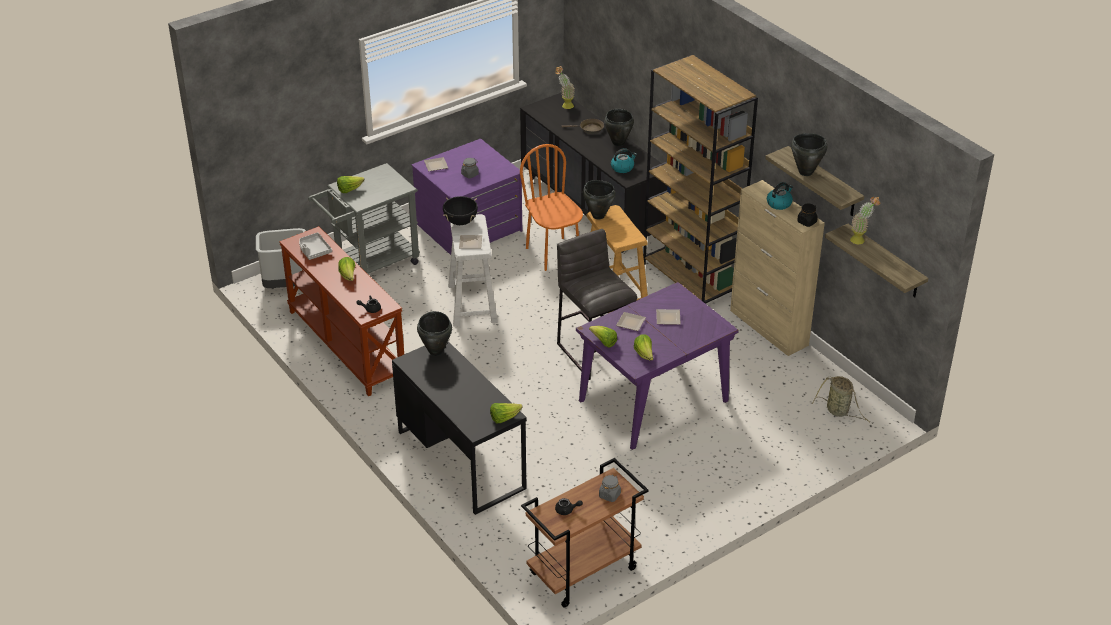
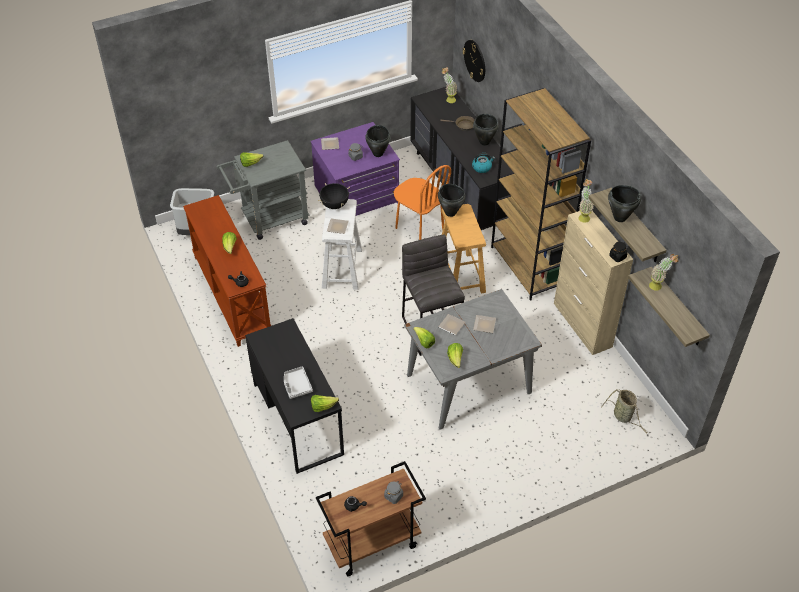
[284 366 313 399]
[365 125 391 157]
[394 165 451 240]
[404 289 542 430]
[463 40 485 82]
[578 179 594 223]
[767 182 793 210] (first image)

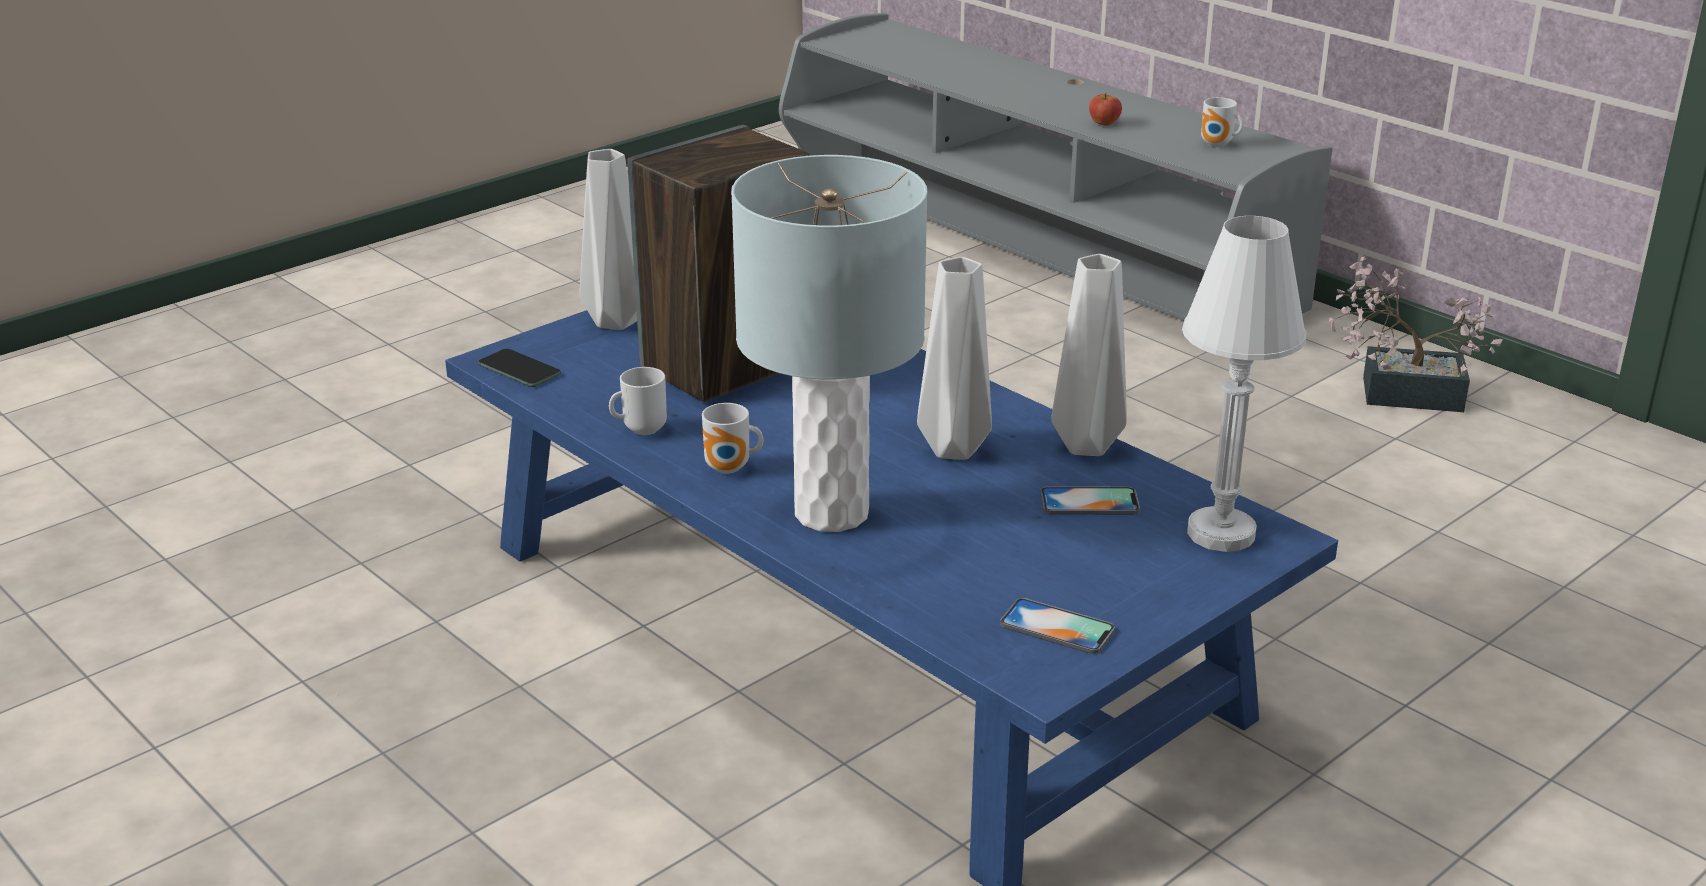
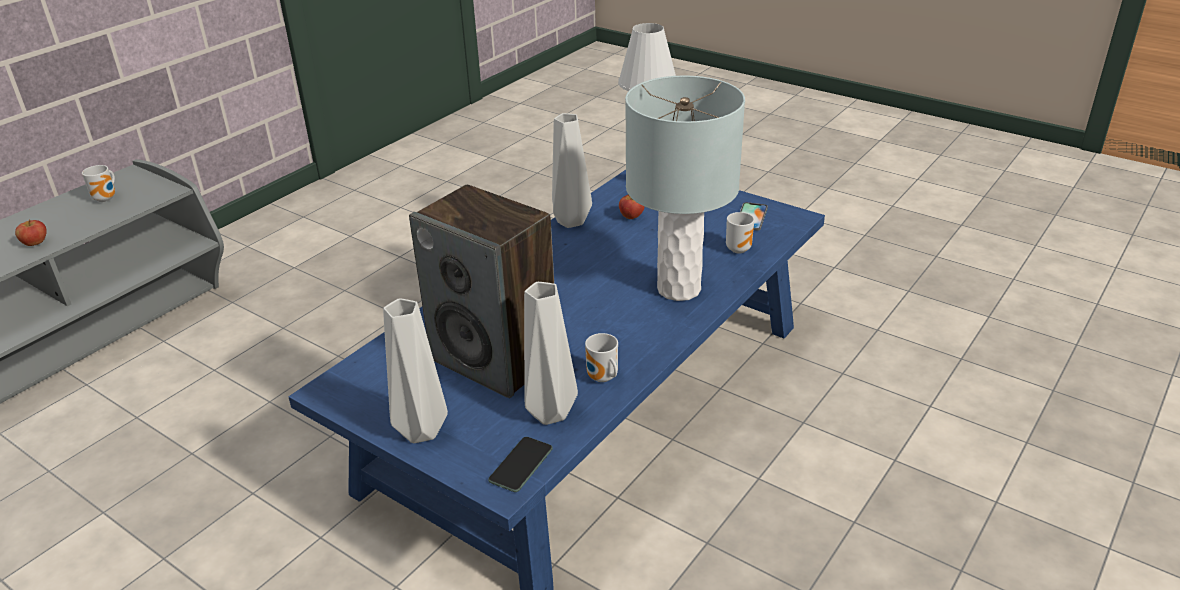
[524 282 578 425]
[619 195 645 219]
[726 212 754 254]
[1329 256 1503 412] (first image)

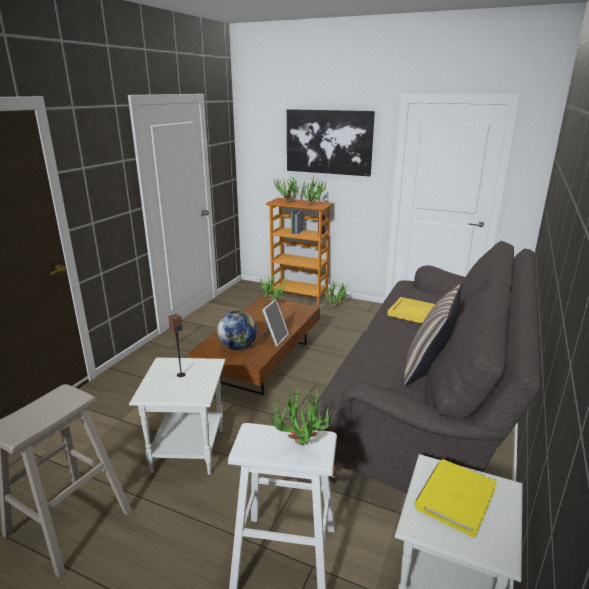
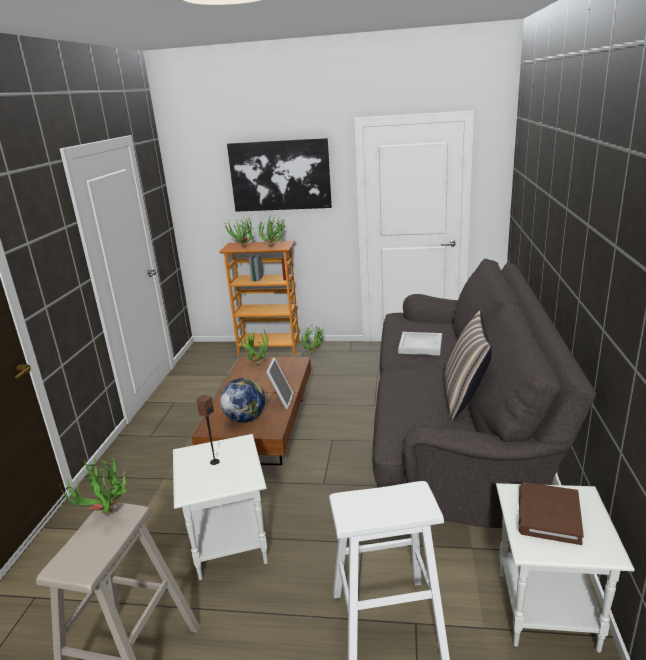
[61 455 129 515]
[398 332 442 355]
[518 482 584 545]

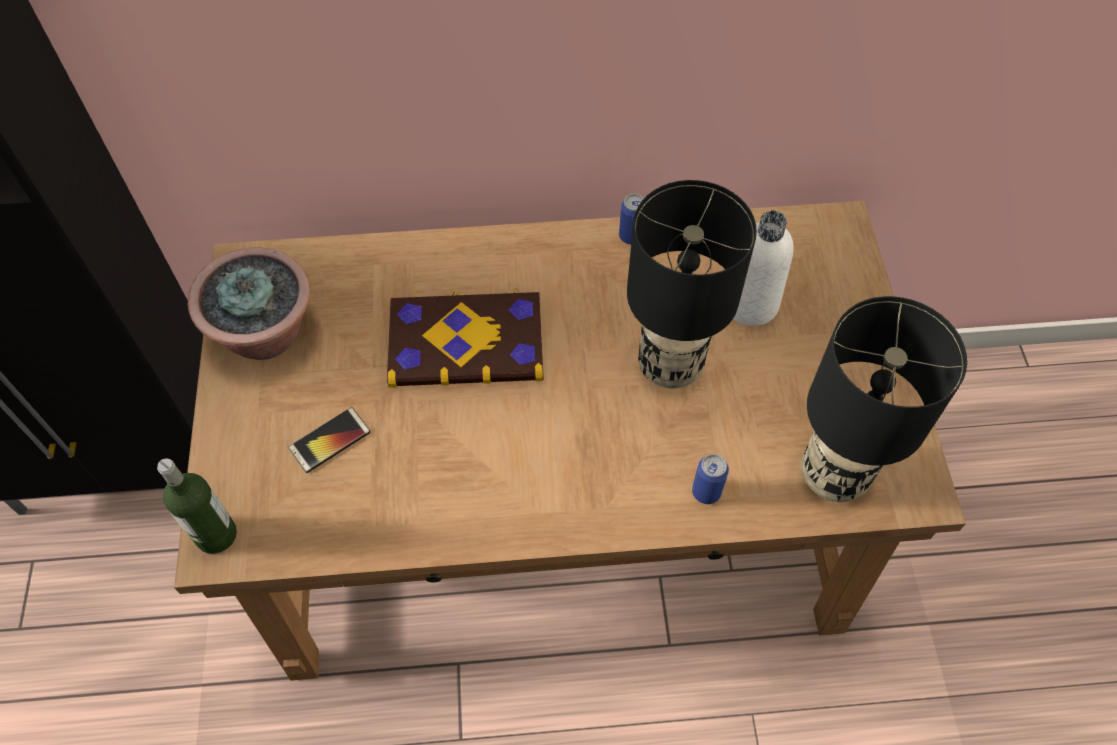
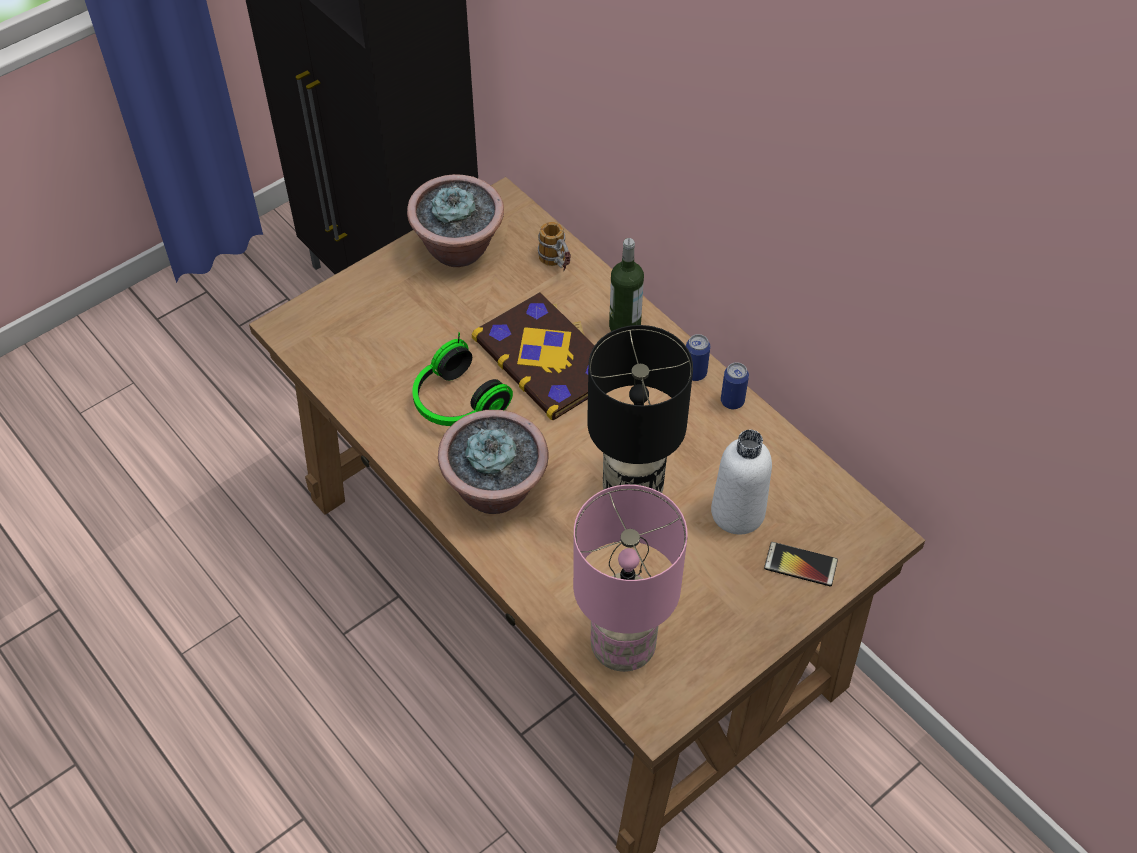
[412 332 513 426]
[438 410 549 514]
[538 222 571 271]
[573 485 688 672]
[609 238 644 331]
[686 334 710 381]
[764 542 838 586]

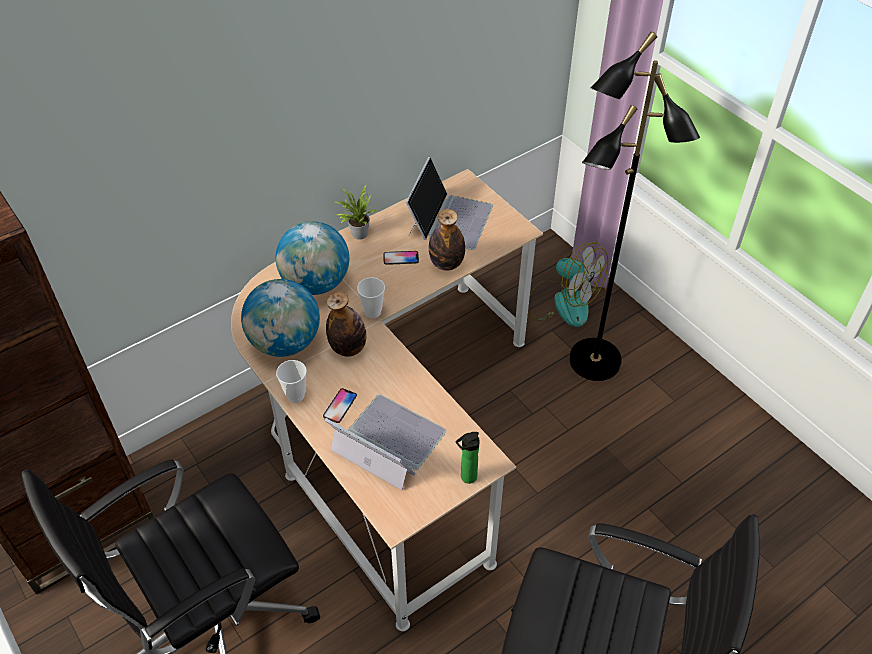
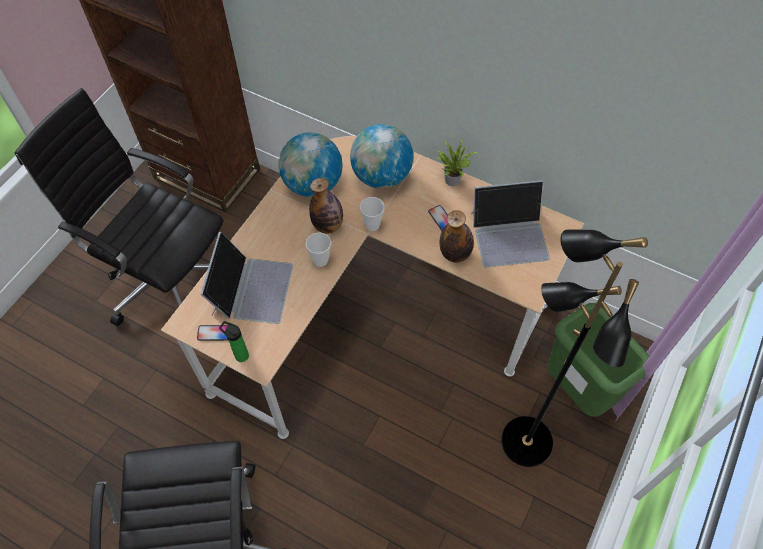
[197 325 229 341]
[306 233 331 267]
[547 303 650 417]

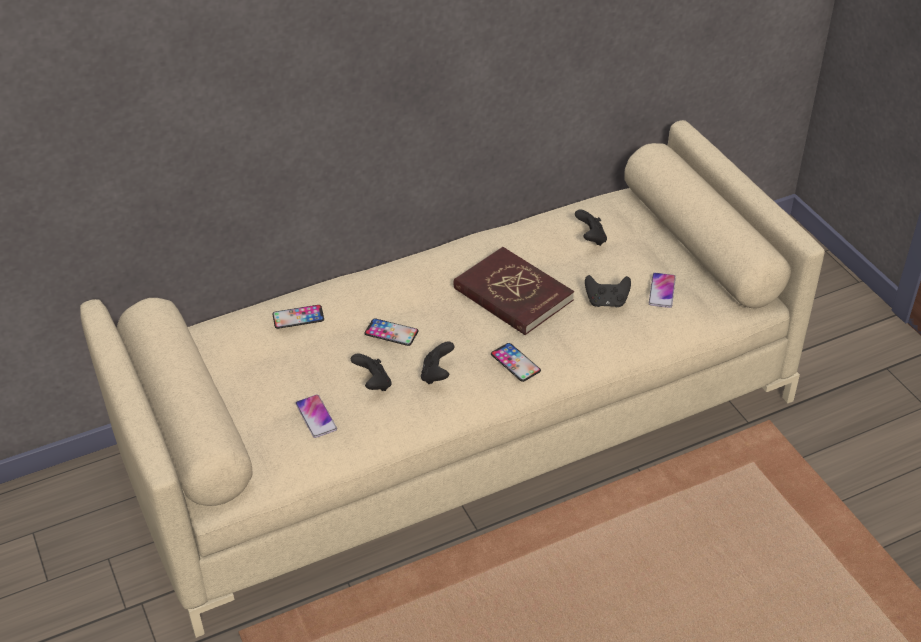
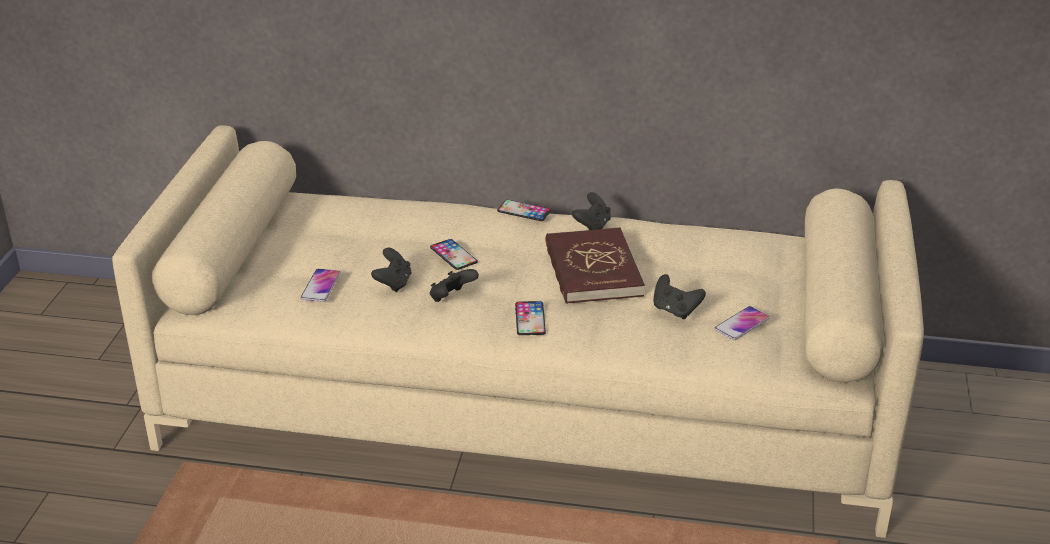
[497 200 551 221]
[572 192 611 230]

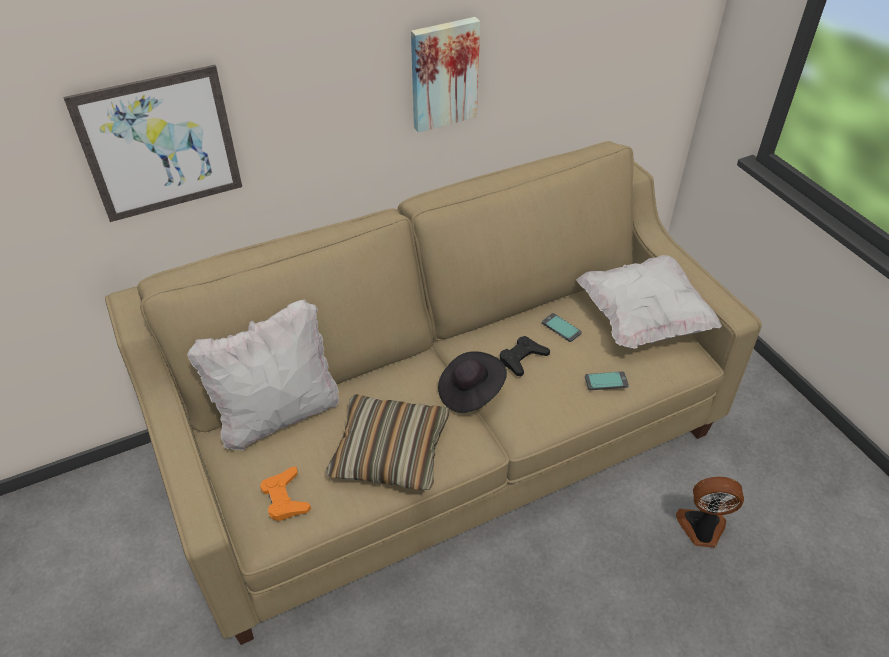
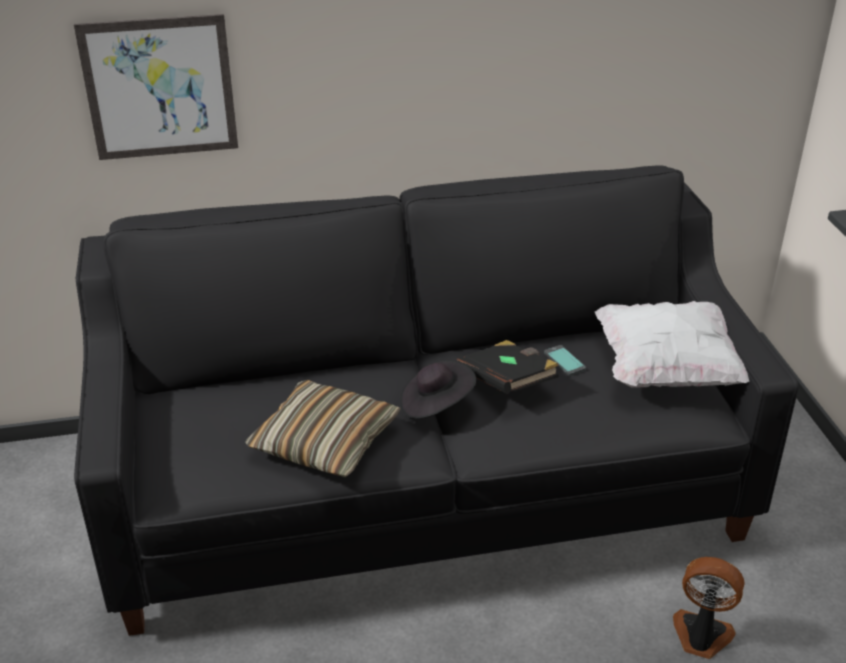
[74 165 798 636]
[456 340 559 394]
[187 300 339 450] (first image)
[260 467 311 521] (first image)
[411 17 480 133] (first image)
[585 371 629 390] (first image)

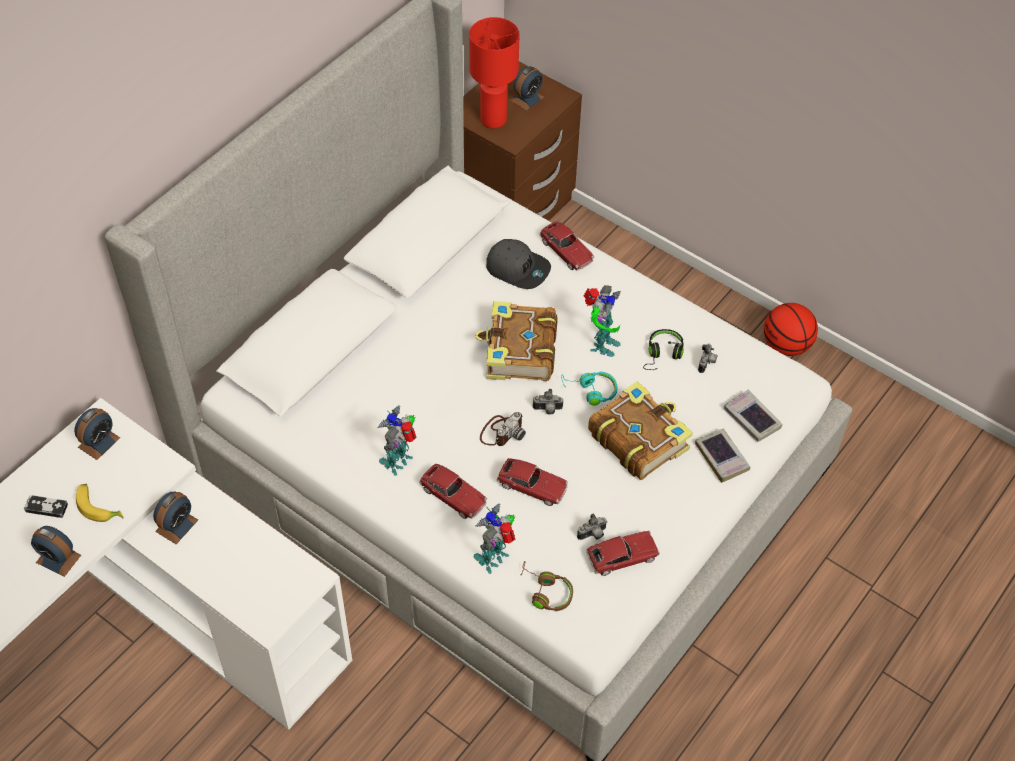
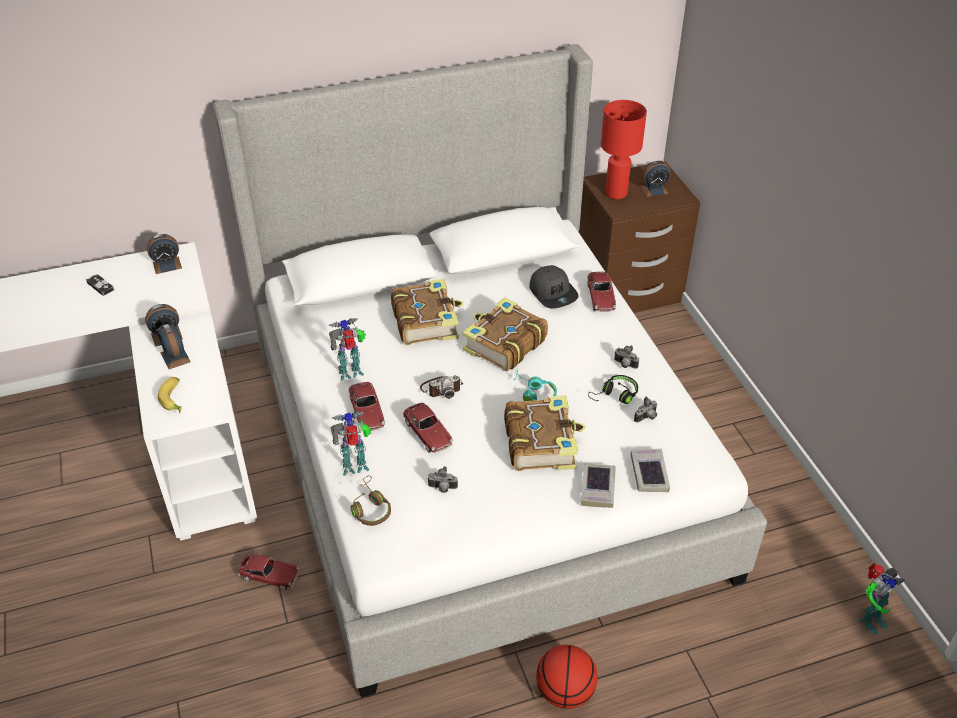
[158 324 191 369]
[158 377 182 413]
[238 554 299 590]
[391 279 463 345]
[536 645 598 709]
[614 345 639 369]
[857 563 905 634]

